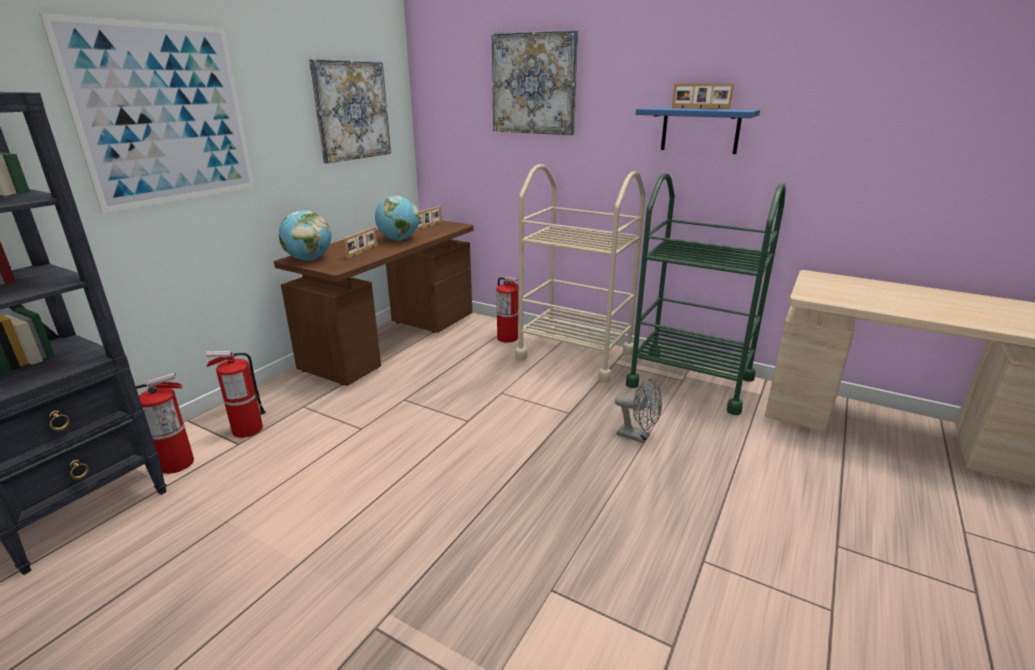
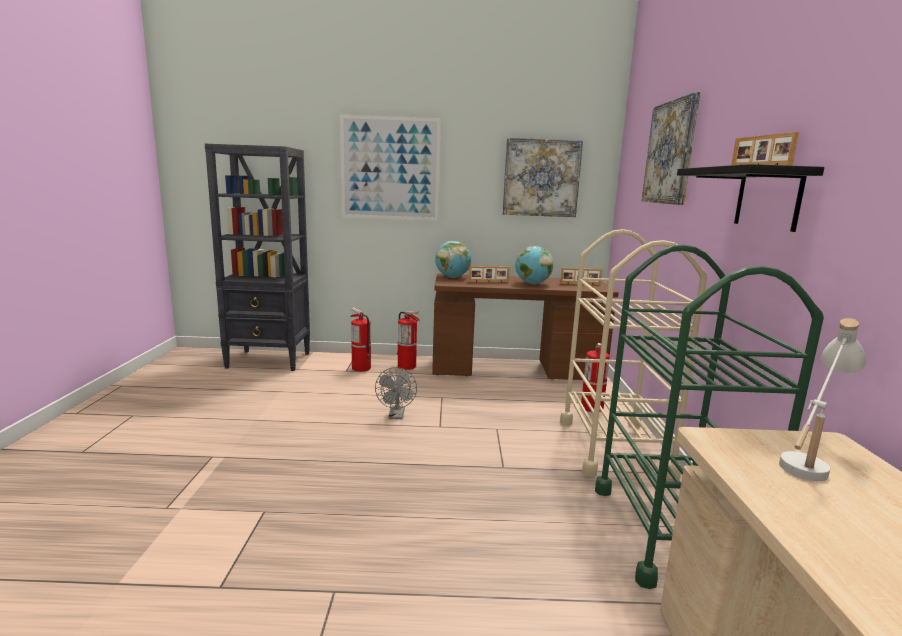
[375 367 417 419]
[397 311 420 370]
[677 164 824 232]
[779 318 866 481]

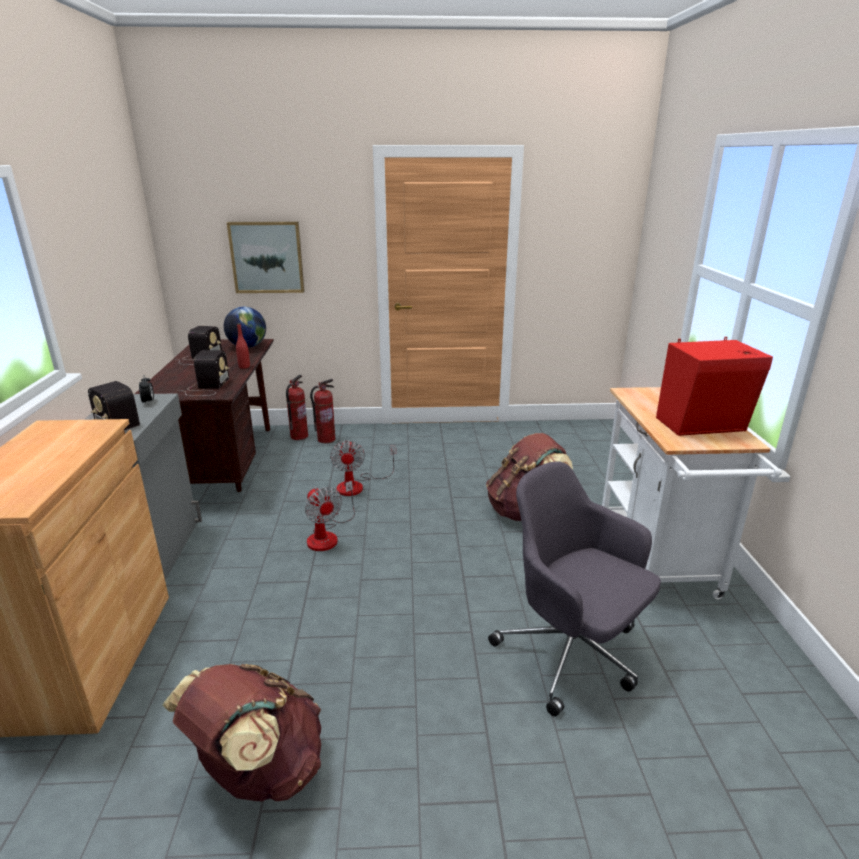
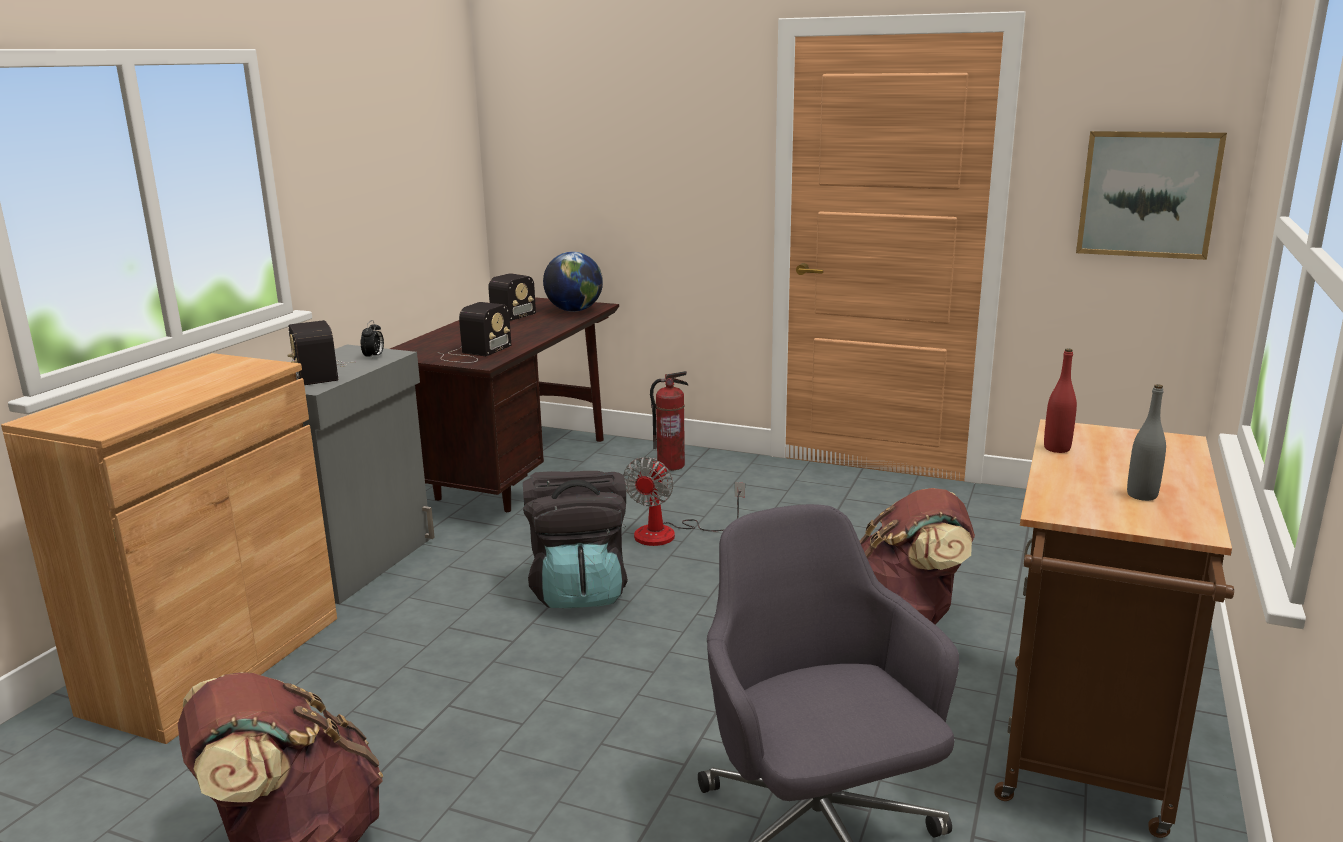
[523 471 628 608]
[994 419 1234 838]
[1044 349 1077 453]
[1076 131 1227 260]
[1127 384 1166 501]
[286 375 308 440] (first image)

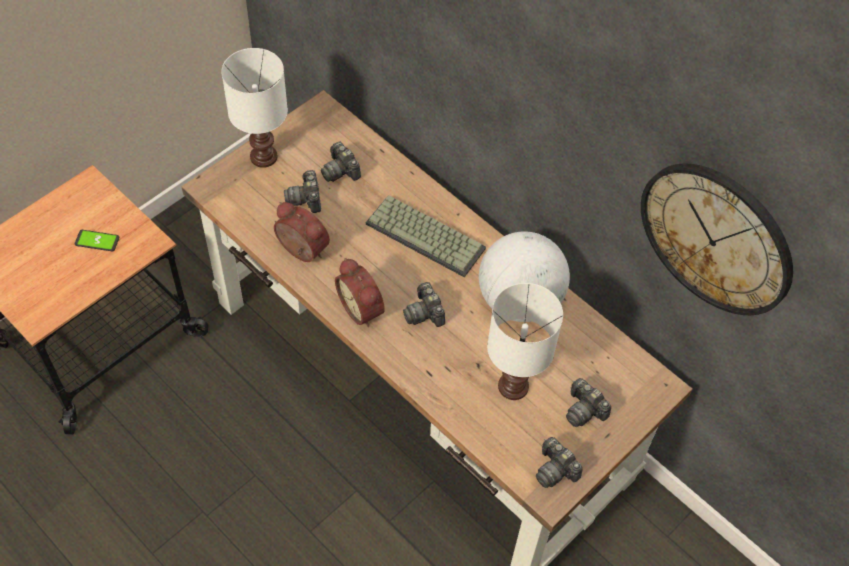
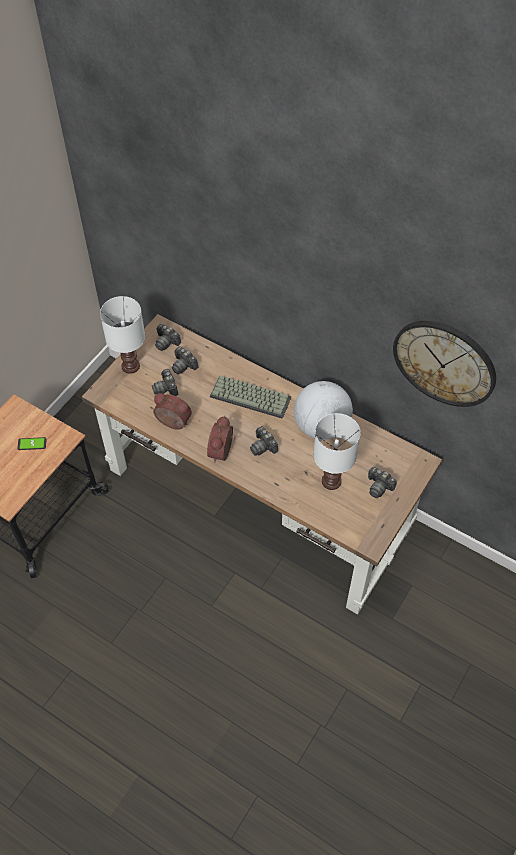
[155 324 181 351]
[207 416 235 462]

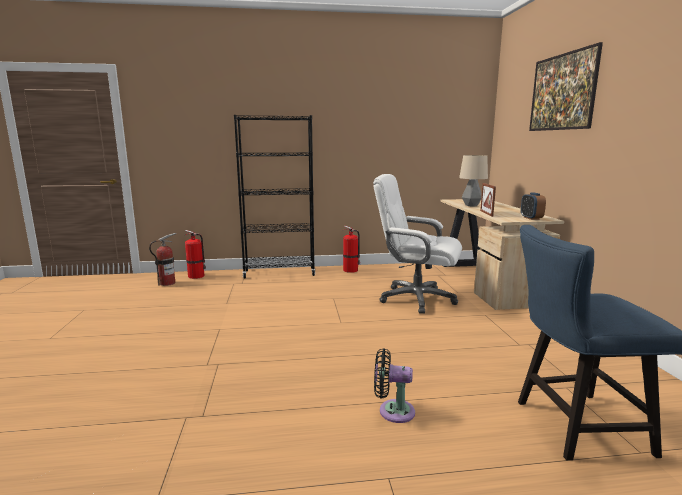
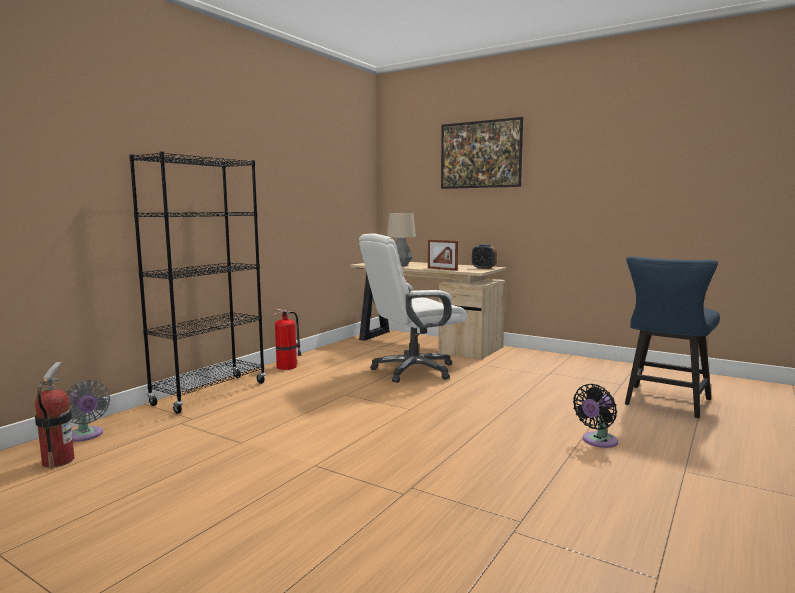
[66 380 110 442]

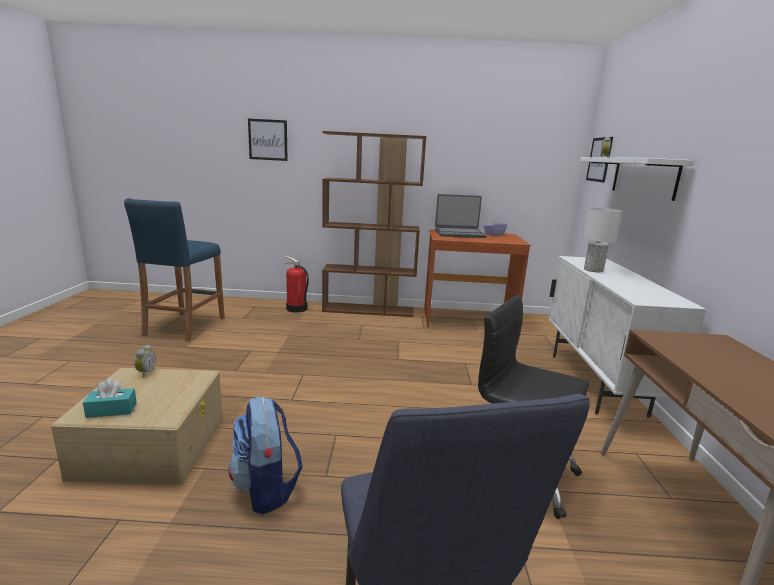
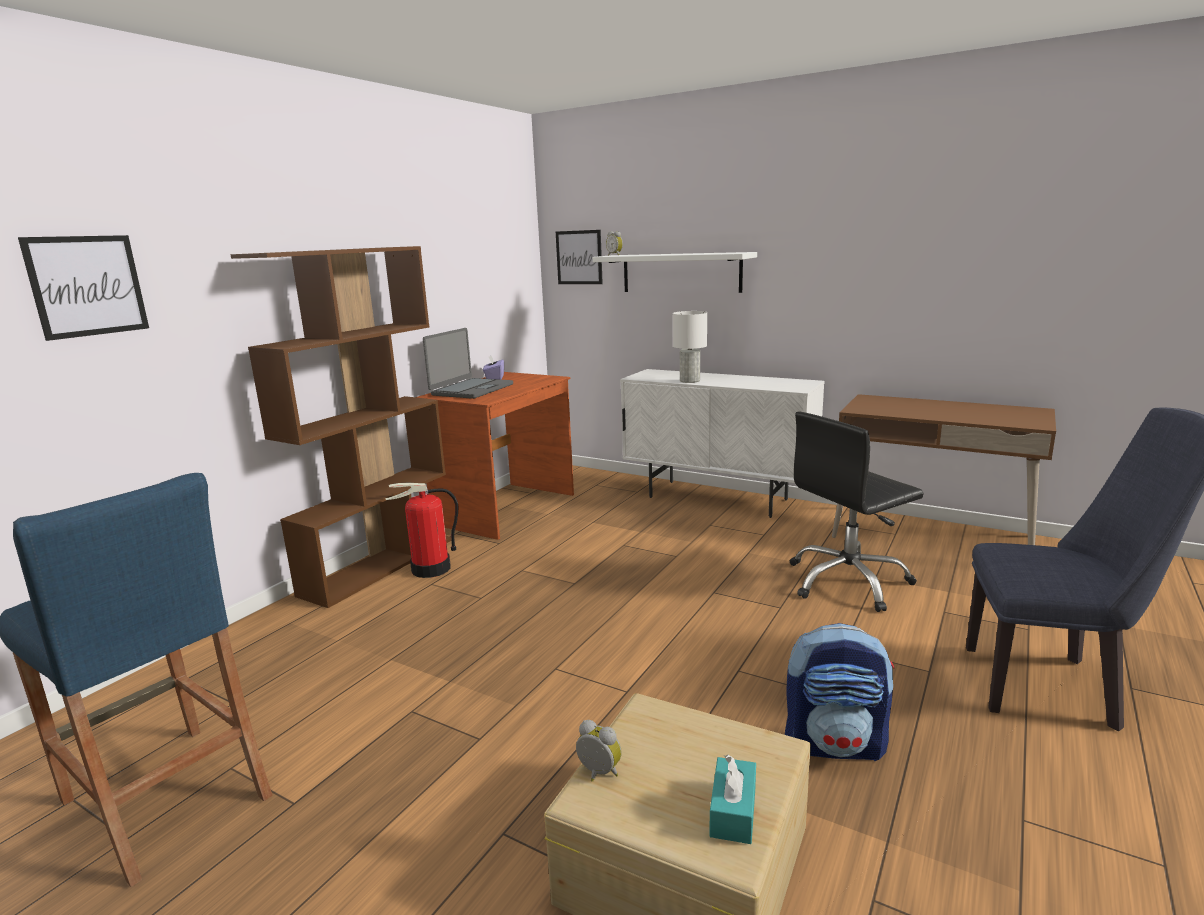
[386 483 458 578]

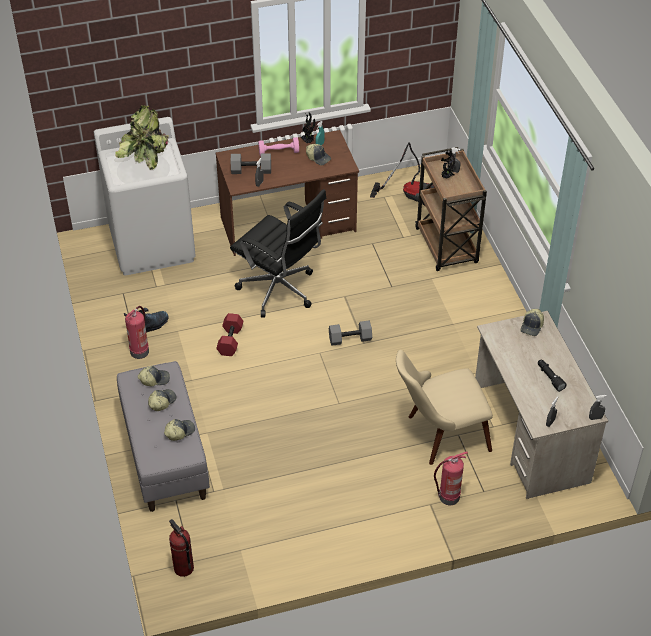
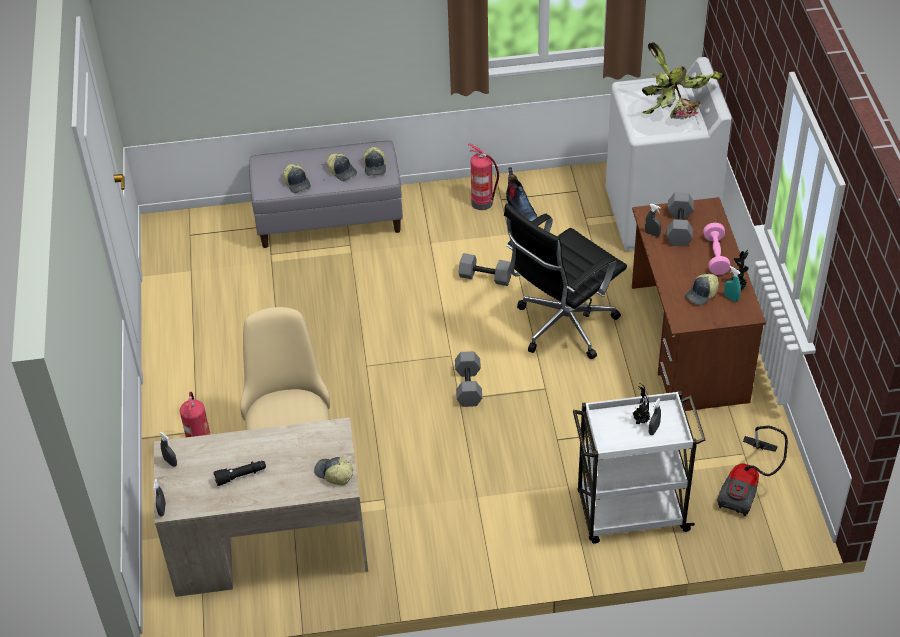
[458 253 511 286]
[573 391 705 544]
[169 519 194 577] (first image)

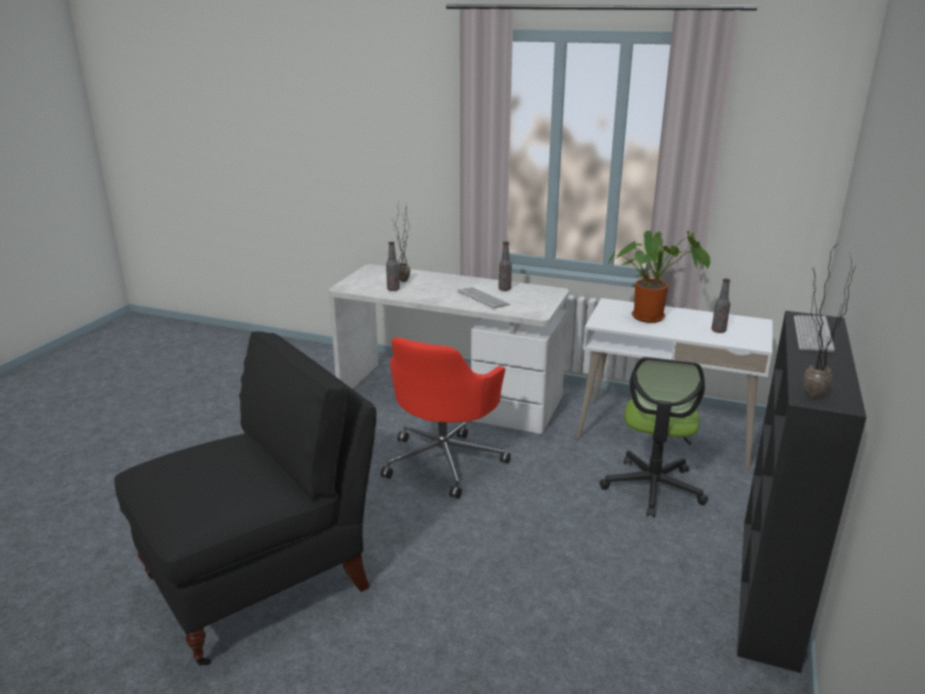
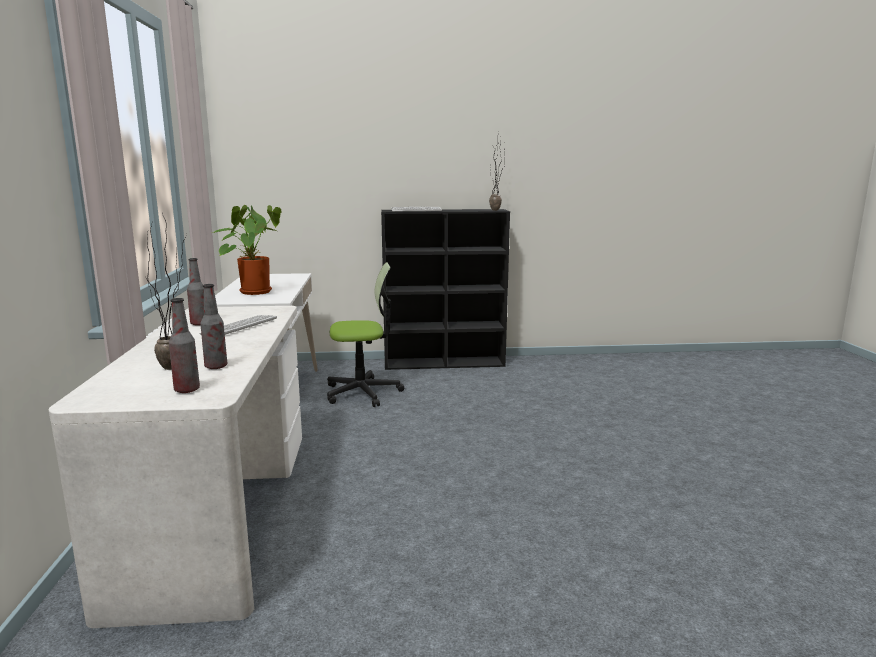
[169 298 200 393]
[114 331 377 665] (first image)
[381 337 511 499] (first image)

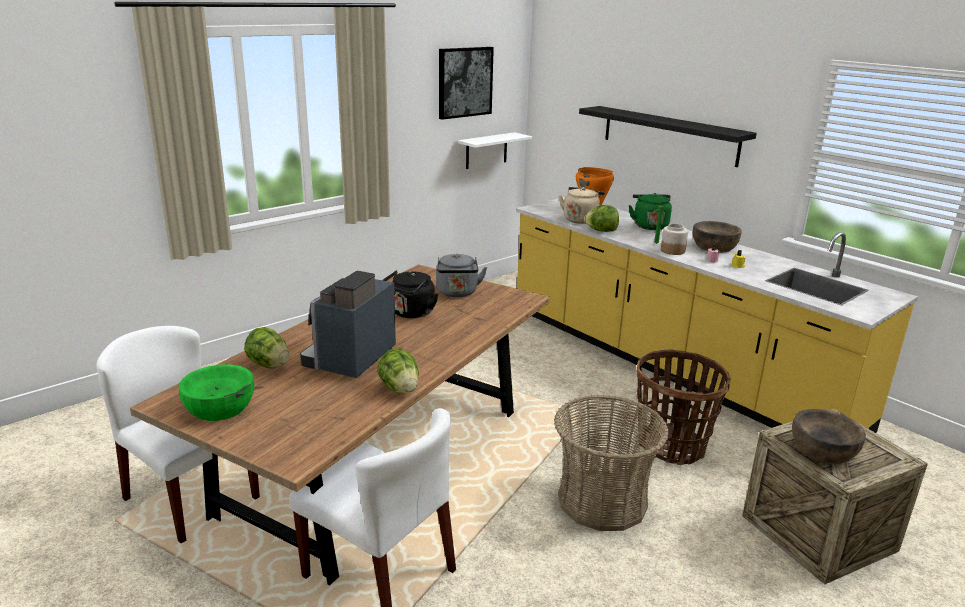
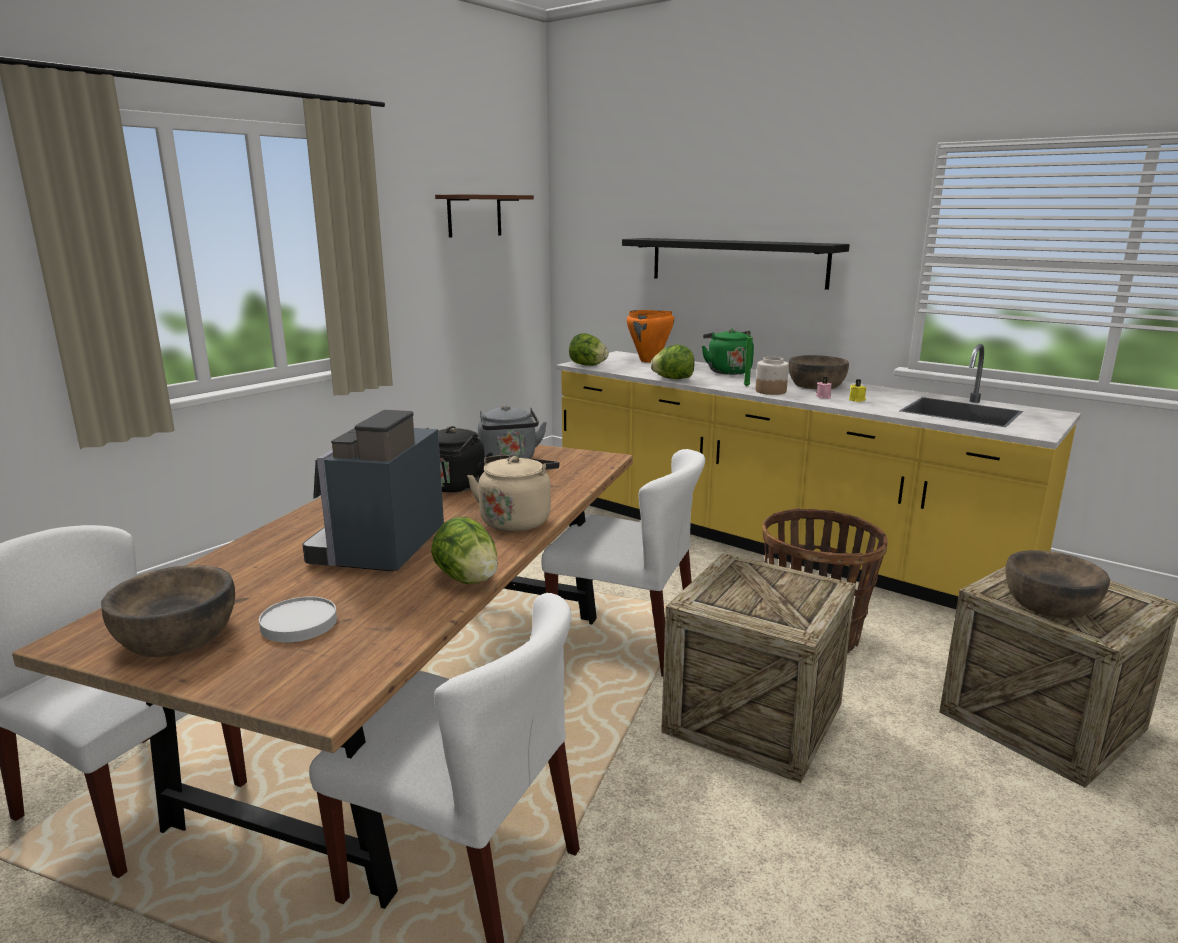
[101 565 235 657]
[259 597 337 642]
[435 194 534 238]
[467 455 559 532]
[541 449 705 677]
[569 333 609 366]
[661 553 855 783]
[458 132 532 169] (first image)

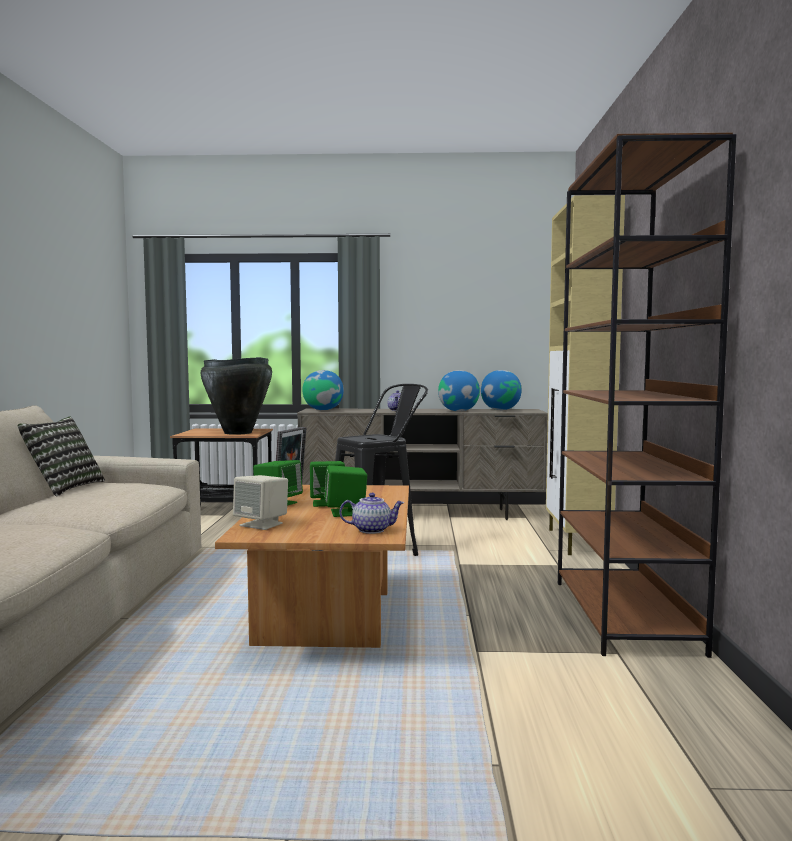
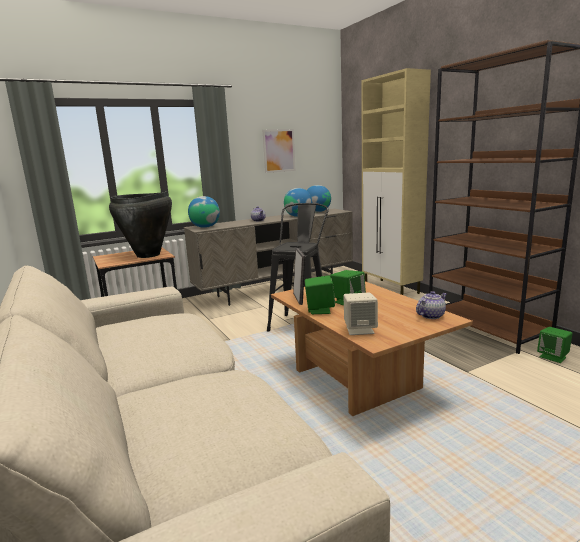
[263 129 295 173]
[537 327 573 363]
[18 416 105 497] (first image)

